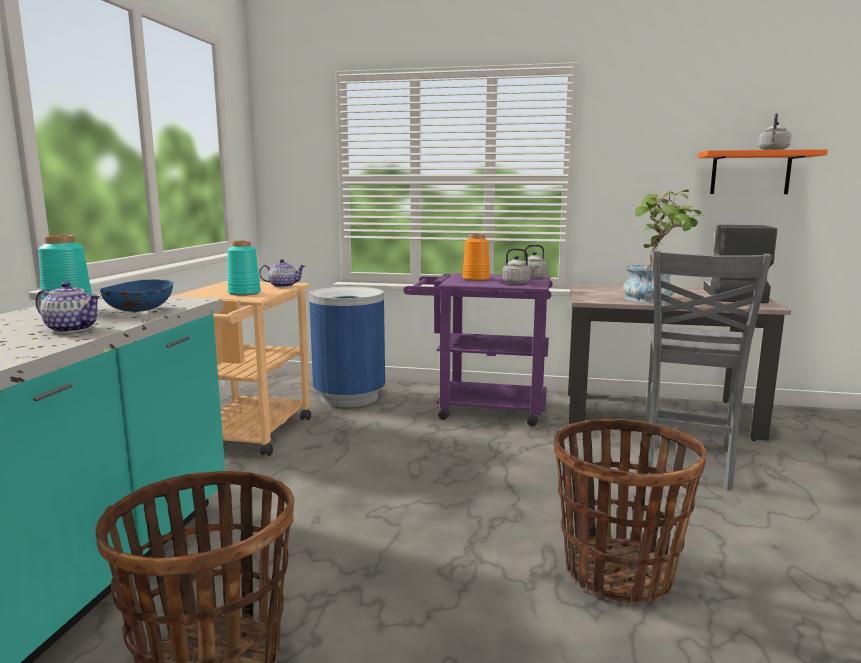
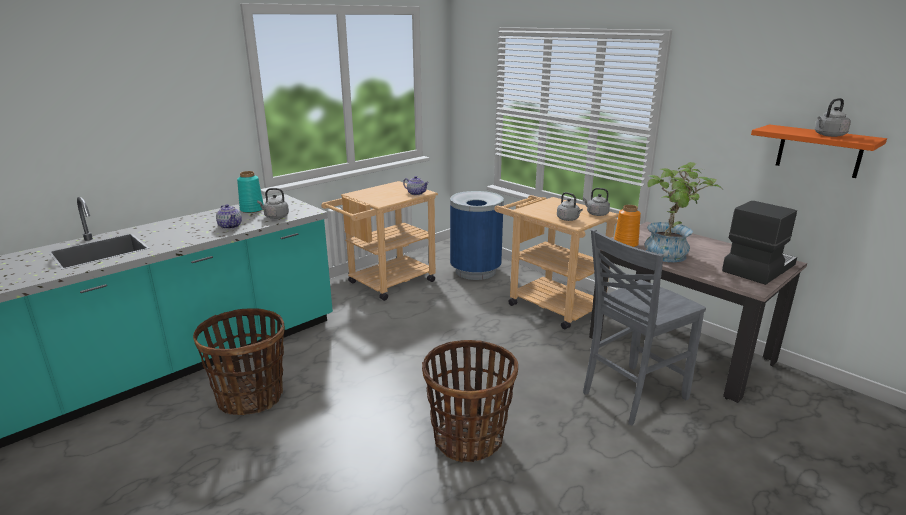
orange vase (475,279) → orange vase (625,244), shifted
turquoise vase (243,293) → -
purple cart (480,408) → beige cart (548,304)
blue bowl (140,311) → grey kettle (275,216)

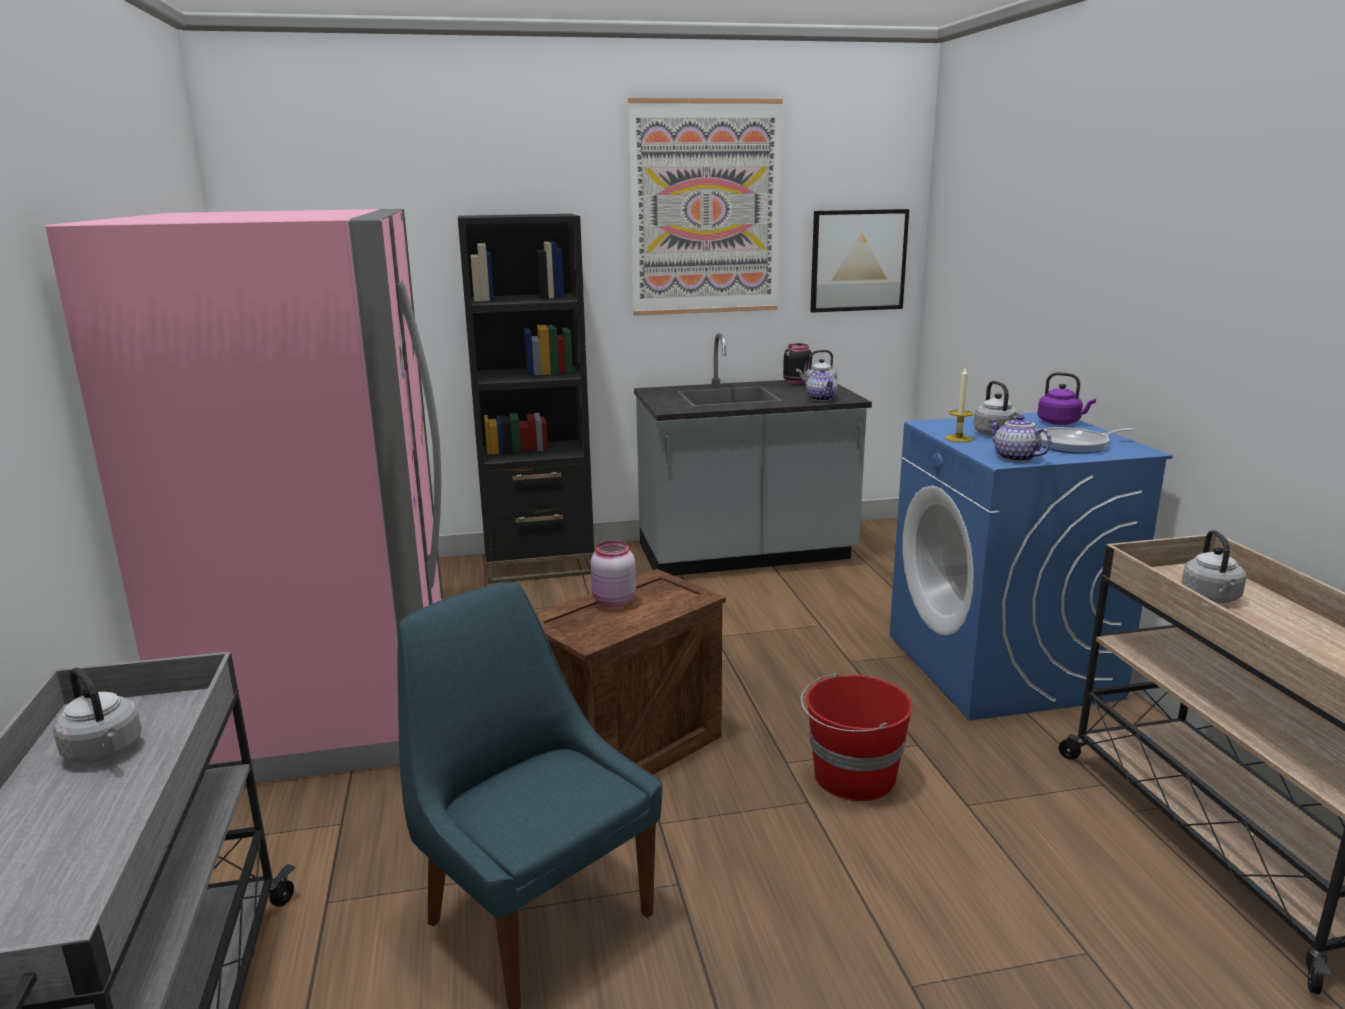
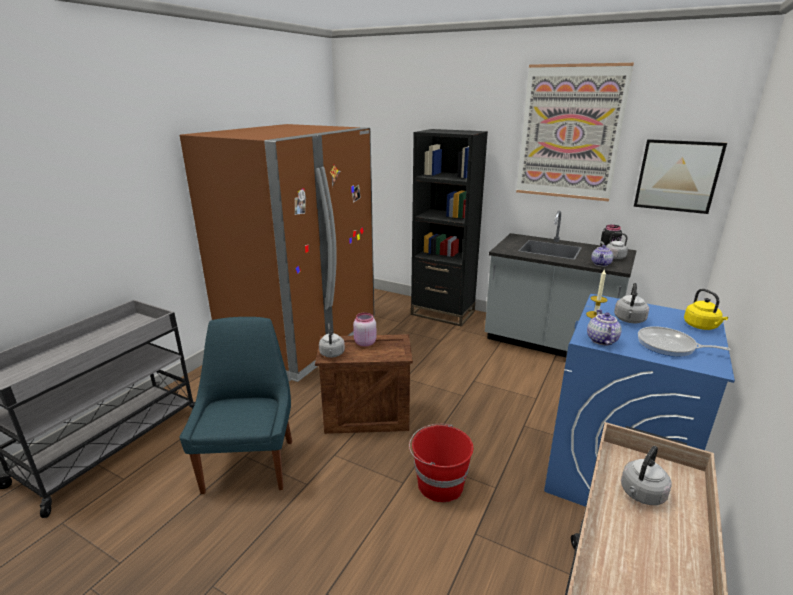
pink fridge (331,693) → brown fridge (302,340)
purple kettle (1061,422) → yellow kettle (701,326)
grey kettle (105,752) → grey kettle (332,354), shifted

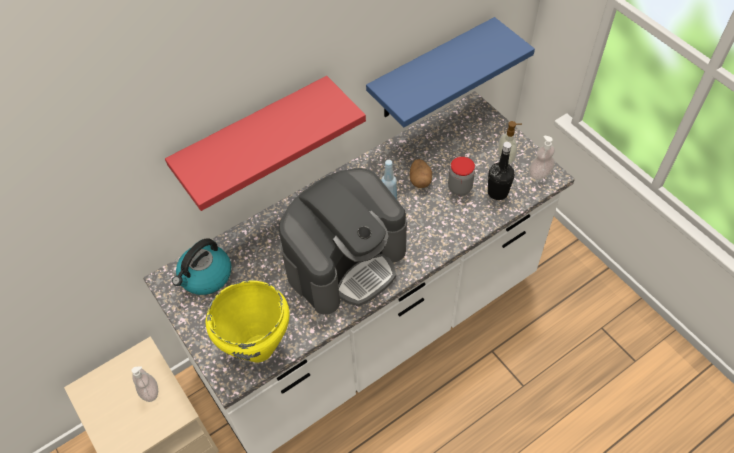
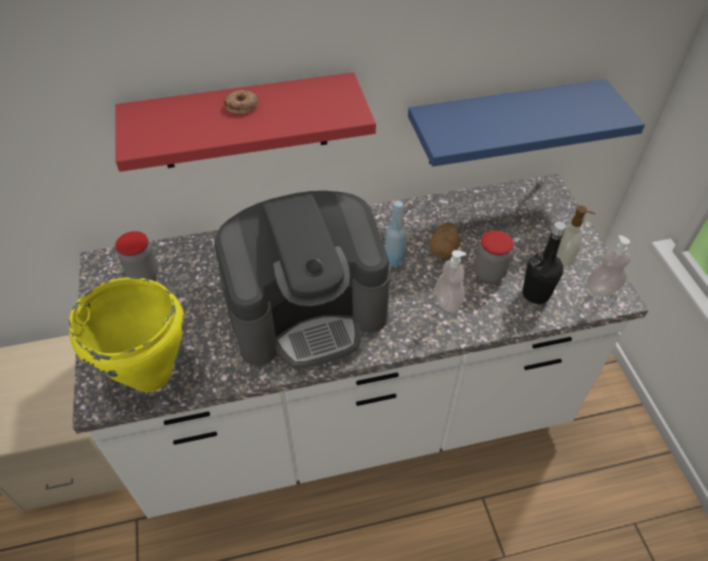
kettle (205,276) → jar (143,274)
soap dispenser (149,391) → soap dispenser (447,301), shifted
- → donut (242,105)

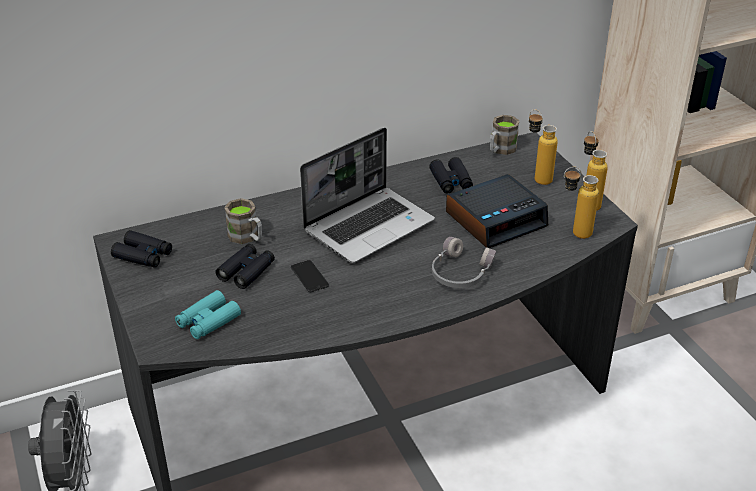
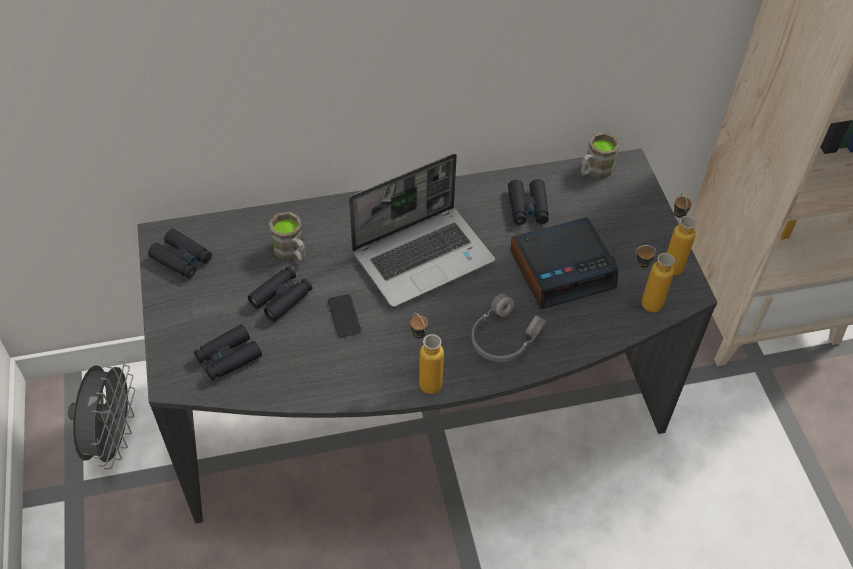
bottle (537,177) → bottle (425,378), shifted
turquoise binoculars (208,321) → black binoculars (228,357)

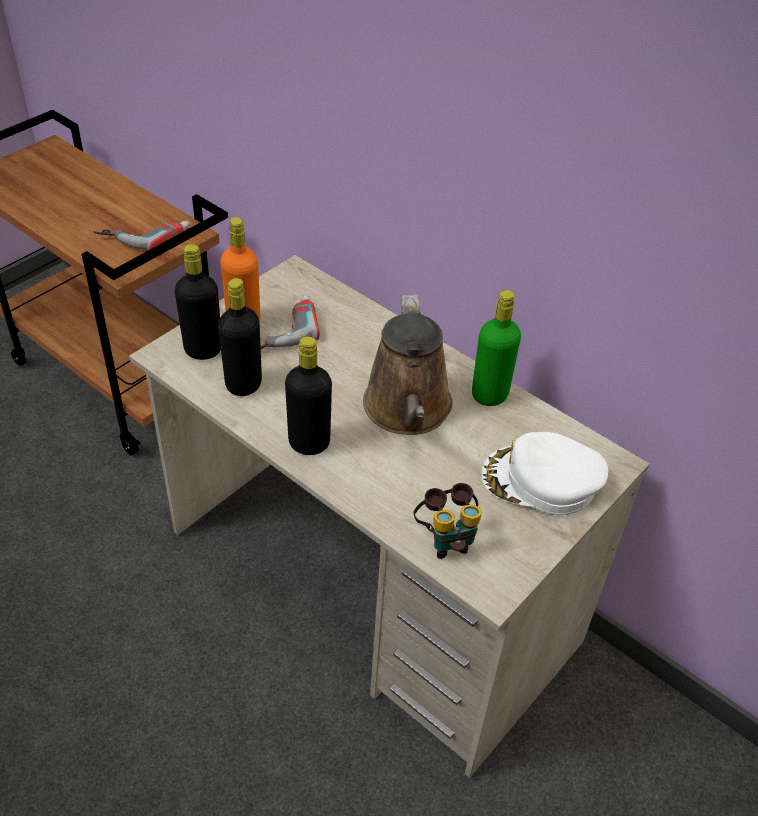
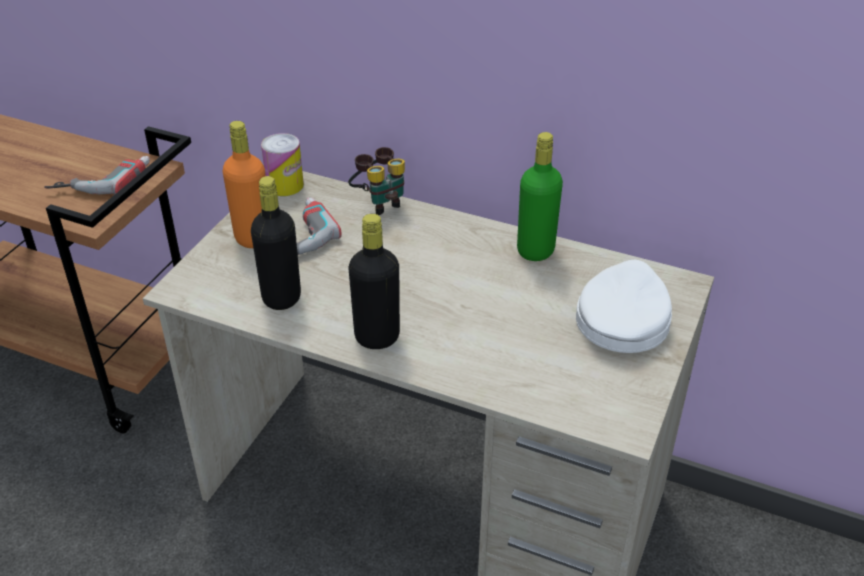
black bottle (203,350) → -
brown watering can (408,410) → -
white cap (541,481) → white cap (623,316), 120 degrees clockwise
binoculars (446,539) → binoculars (380,202), shifted
- → can (285,185)

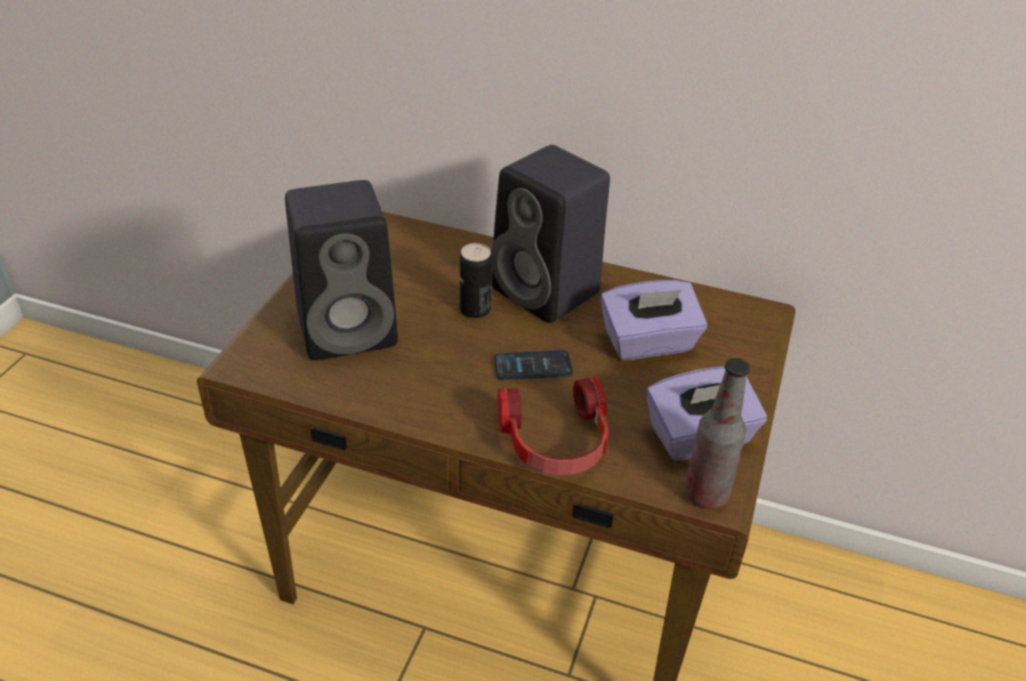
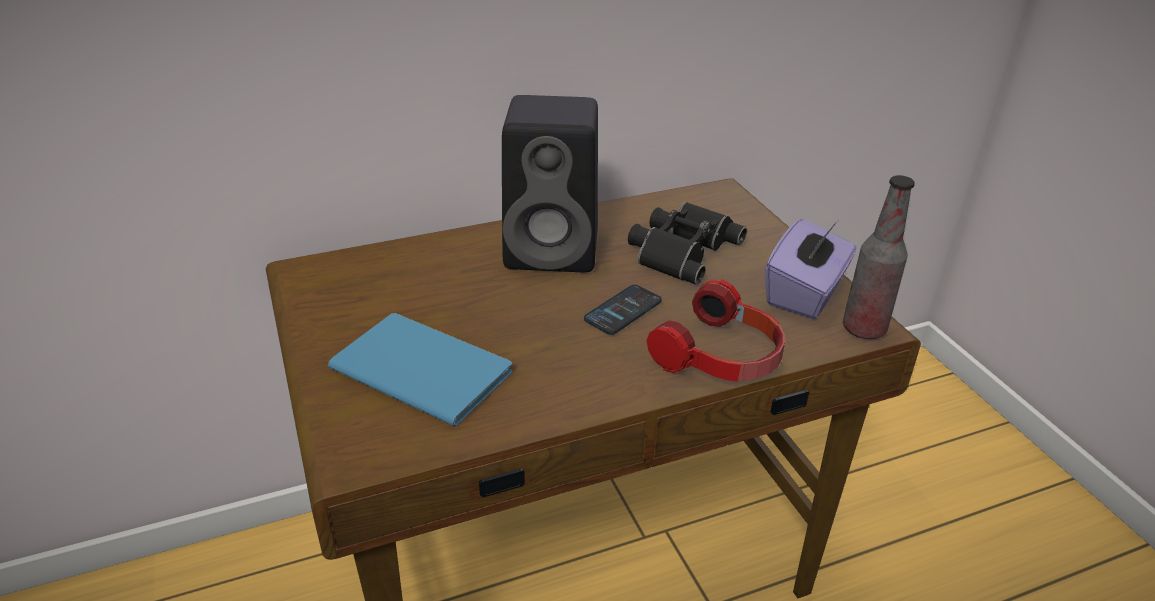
black speaker (350,328) → blue book (421,366)
can (475,310) → -
purple tissue box (648,343) → black binoculars (681,249)

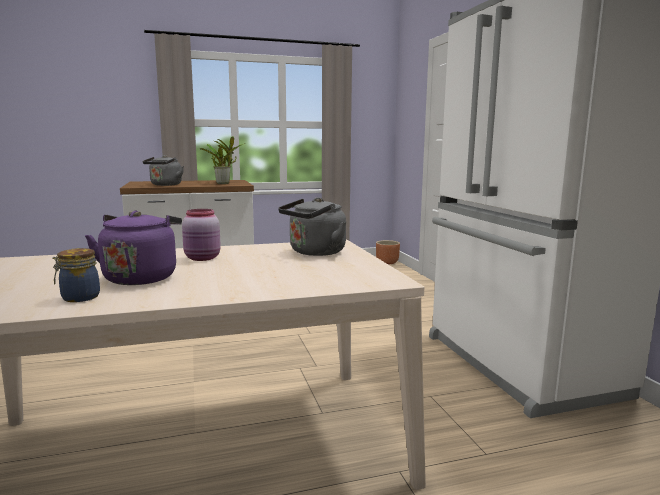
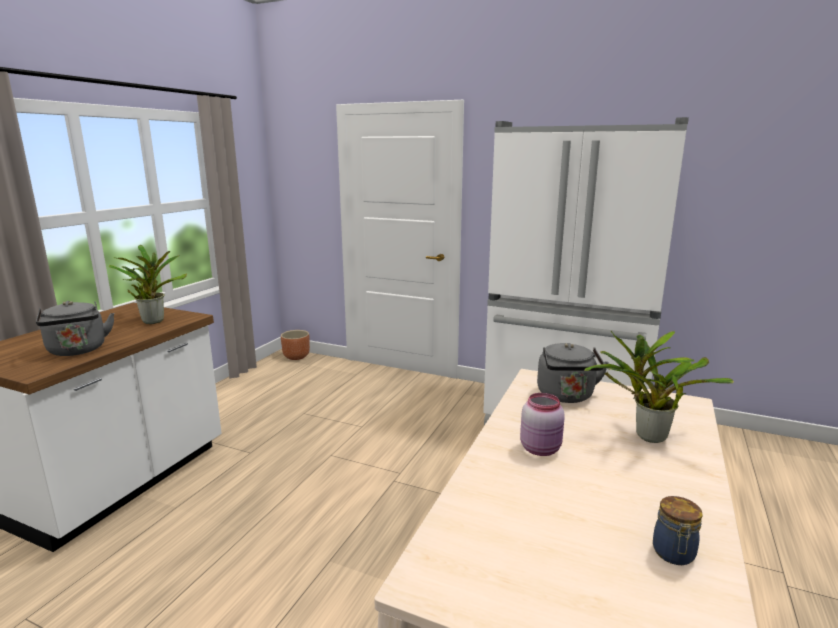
purple kettle (141,277) → -
- → potted plant (646,435)

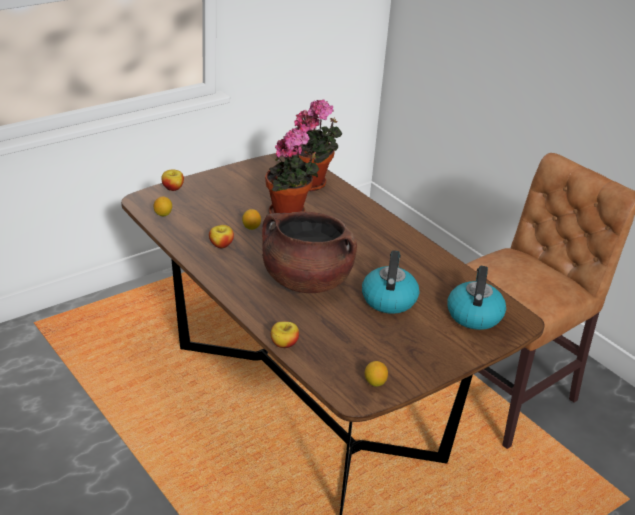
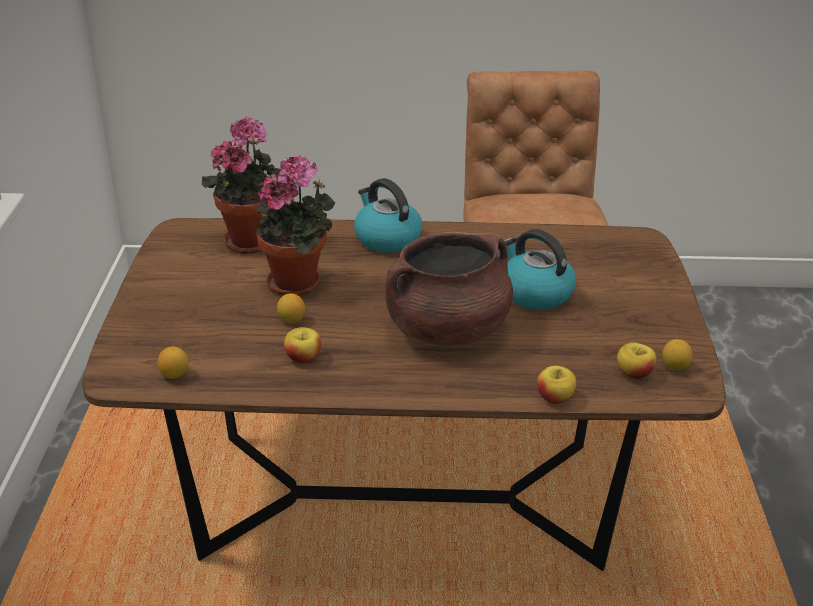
apple (172,188) → apple (634,373), shifted
kettle (474,315) → kettle (386,239), shifted

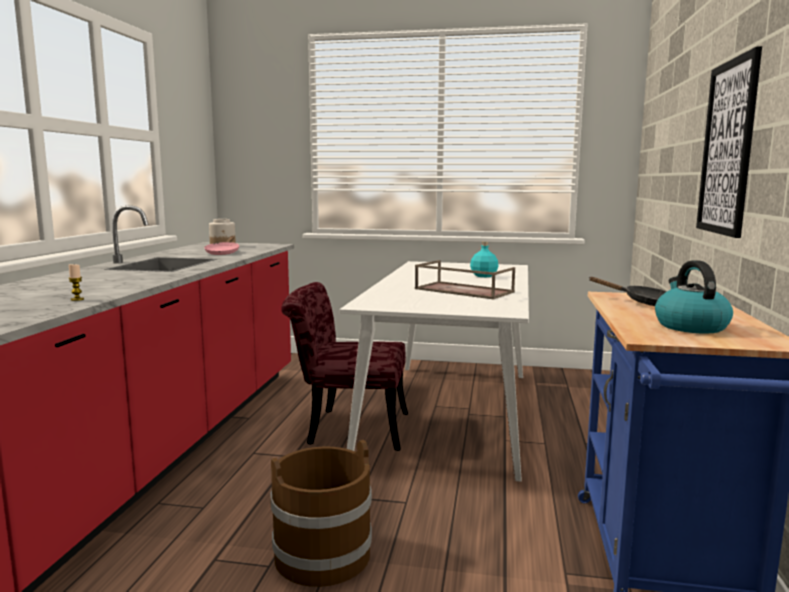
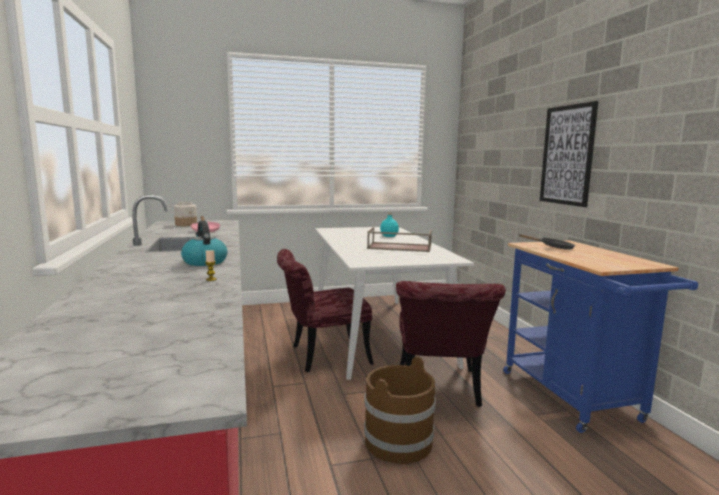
kettle (690,326) → kettle (204,262), shifted
- → red chair (439,391)

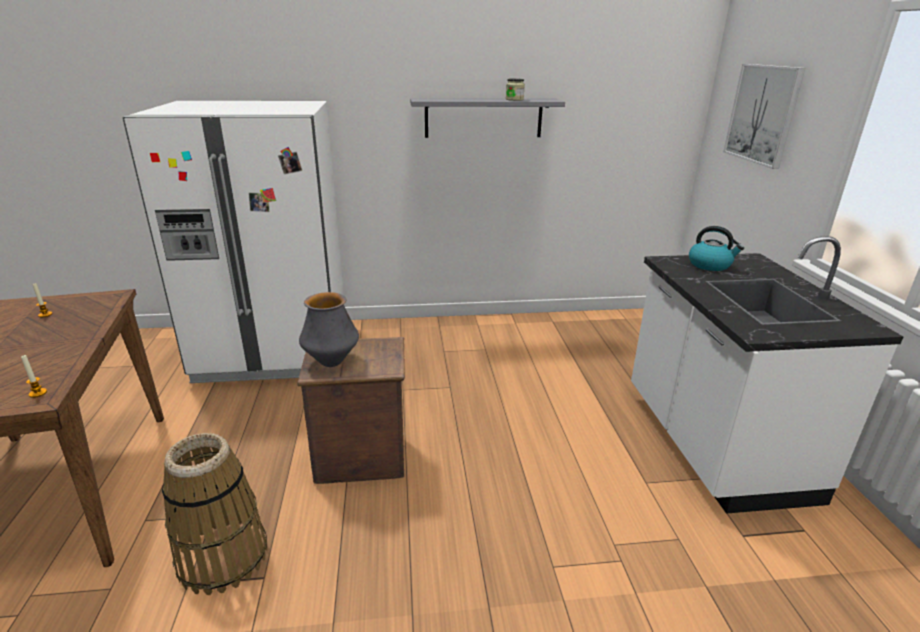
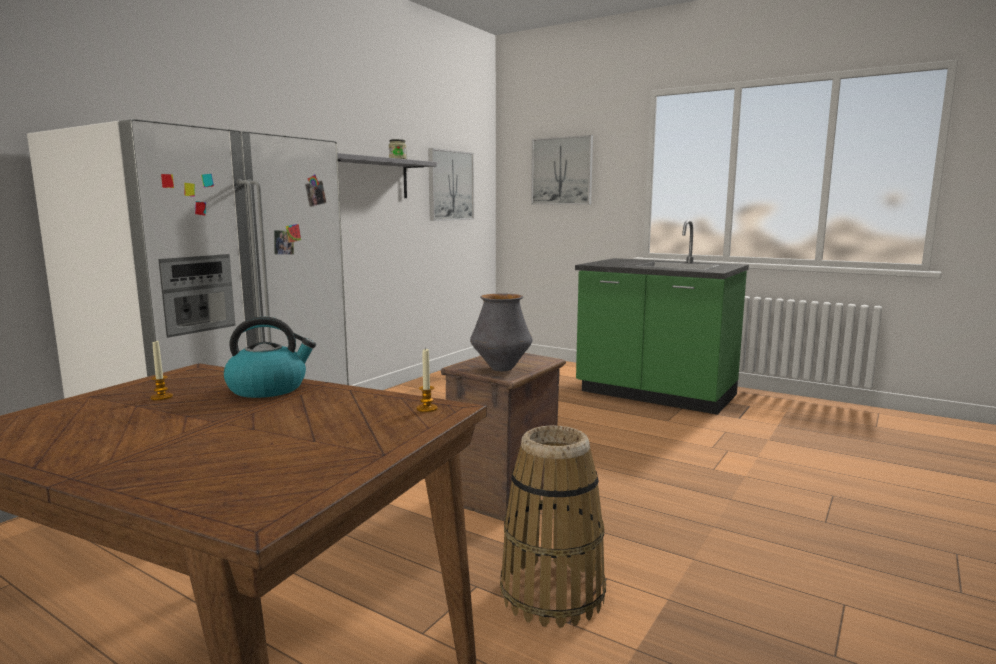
kettle (710,265) → kettle (268,388), shifted
white counter (713,444) → green counter (655,394)
- → picture (450,185)

